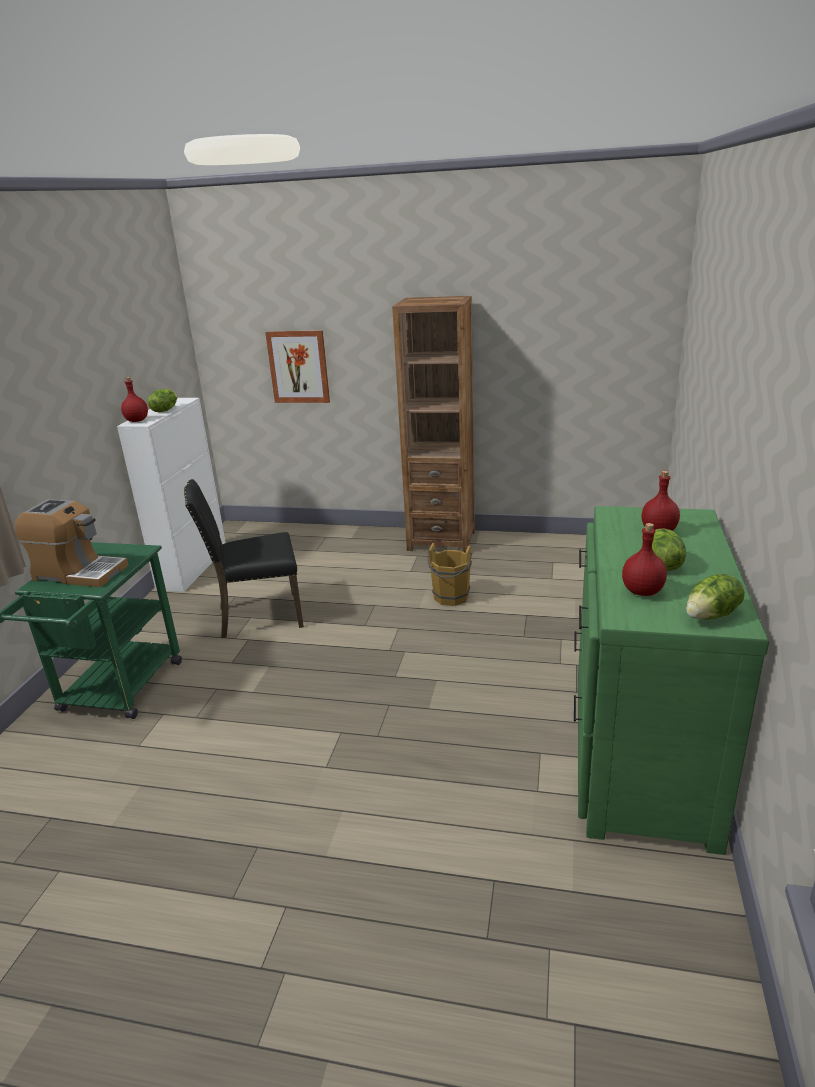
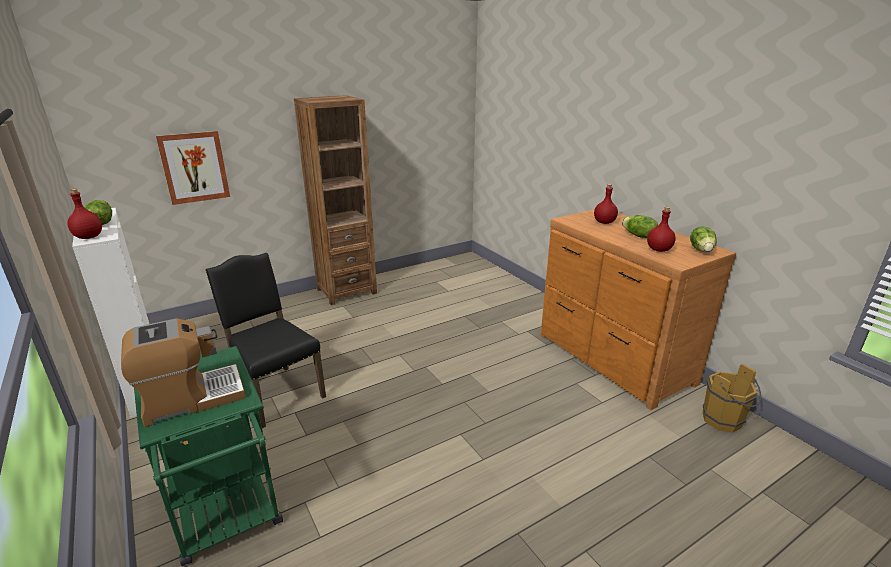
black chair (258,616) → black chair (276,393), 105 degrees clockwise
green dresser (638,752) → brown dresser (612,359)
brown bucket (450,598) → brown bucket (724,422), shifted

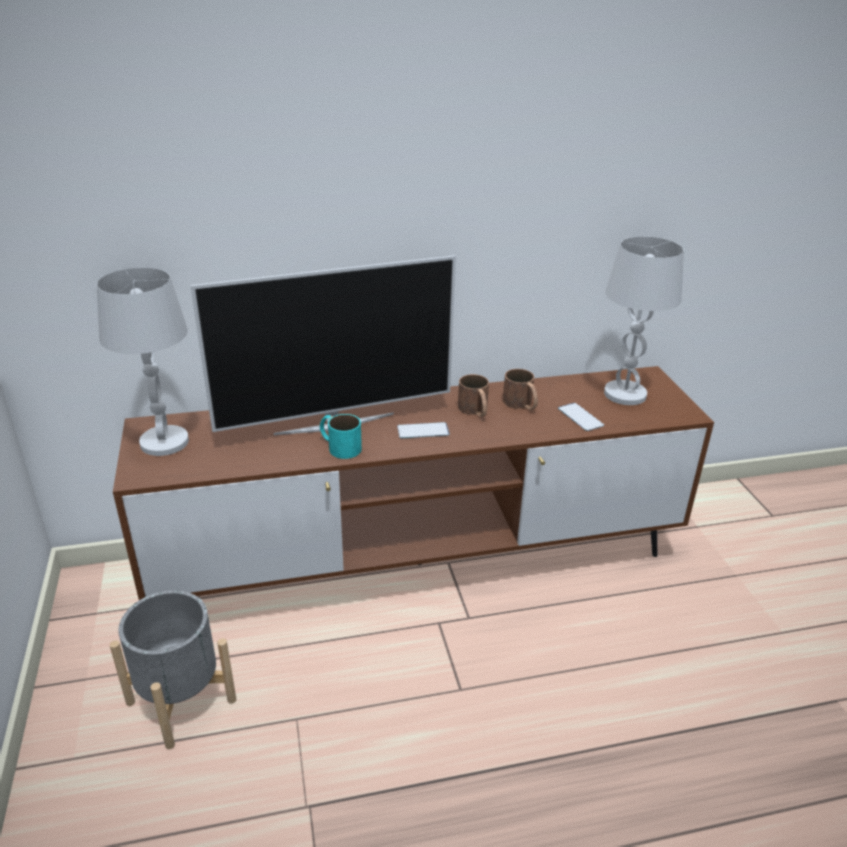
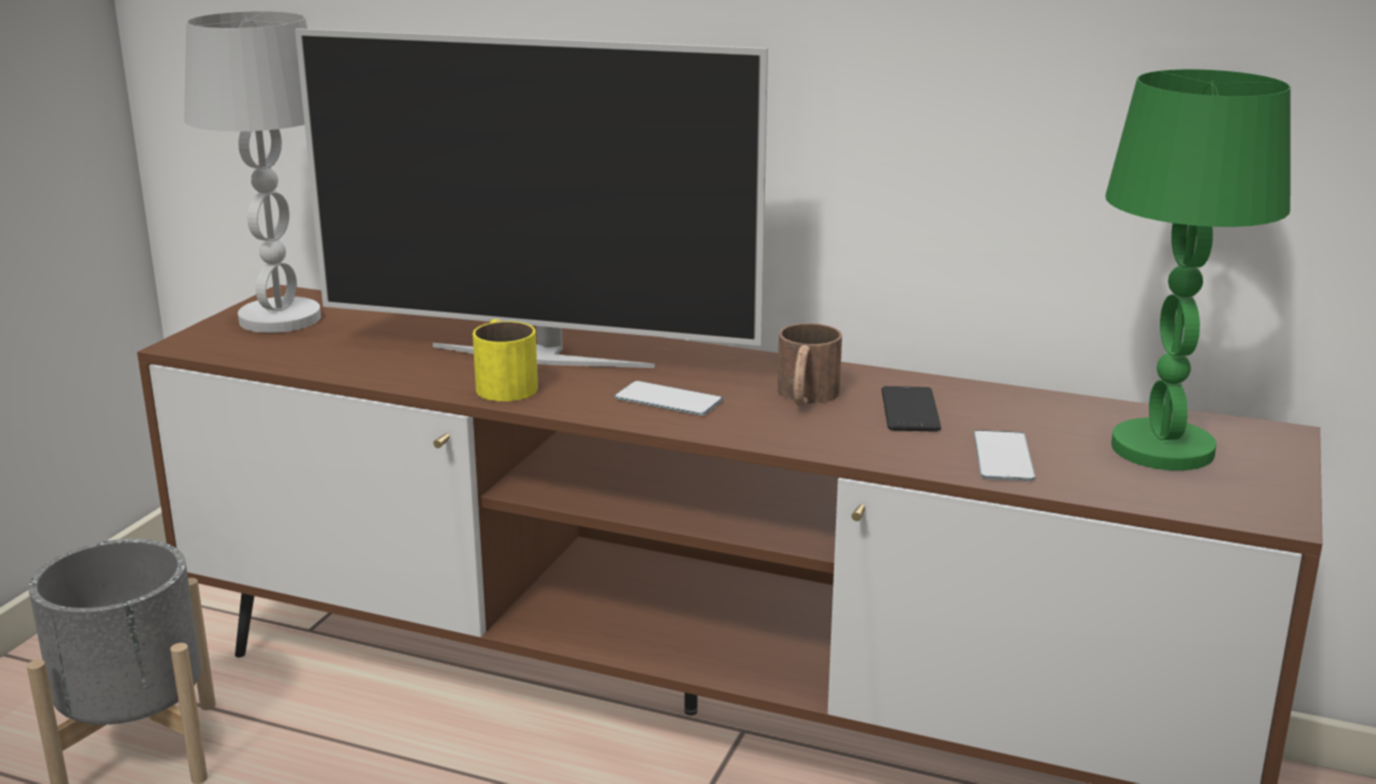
white table lamp (625,394) → green table lamp (1163,449)
brown mug (521,404) → phone (910,410)
turquoise mug (339,446) → yellow mug (503,383)

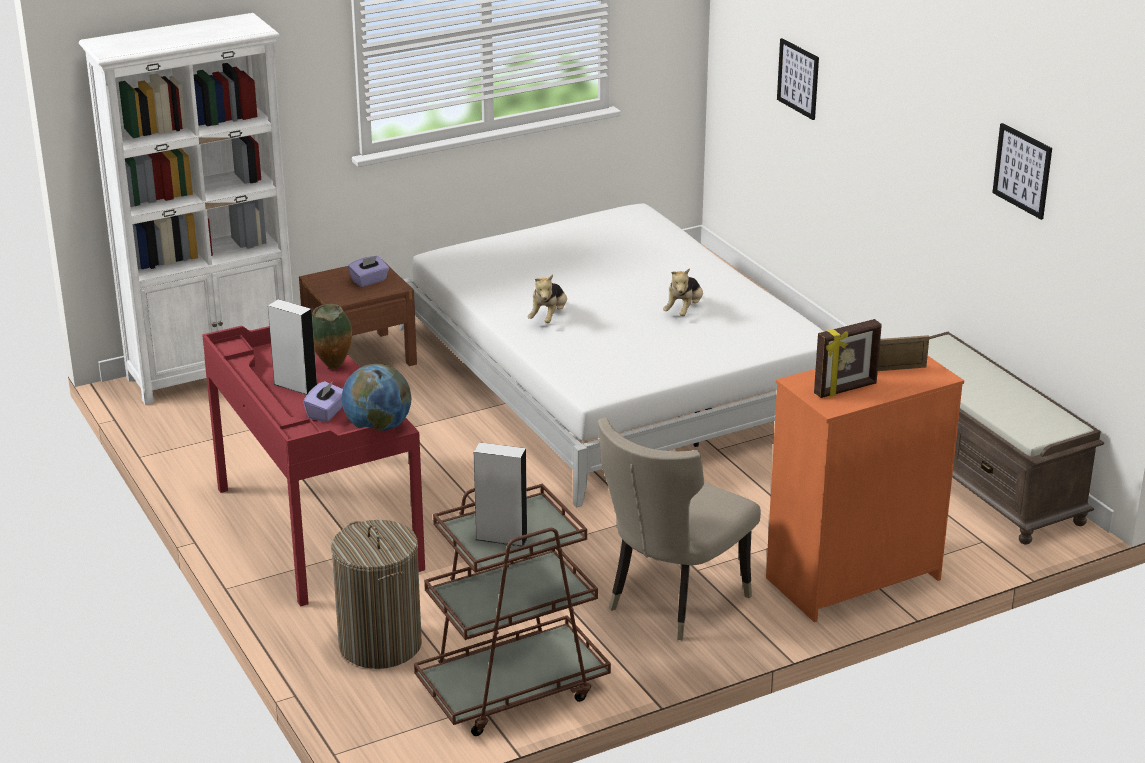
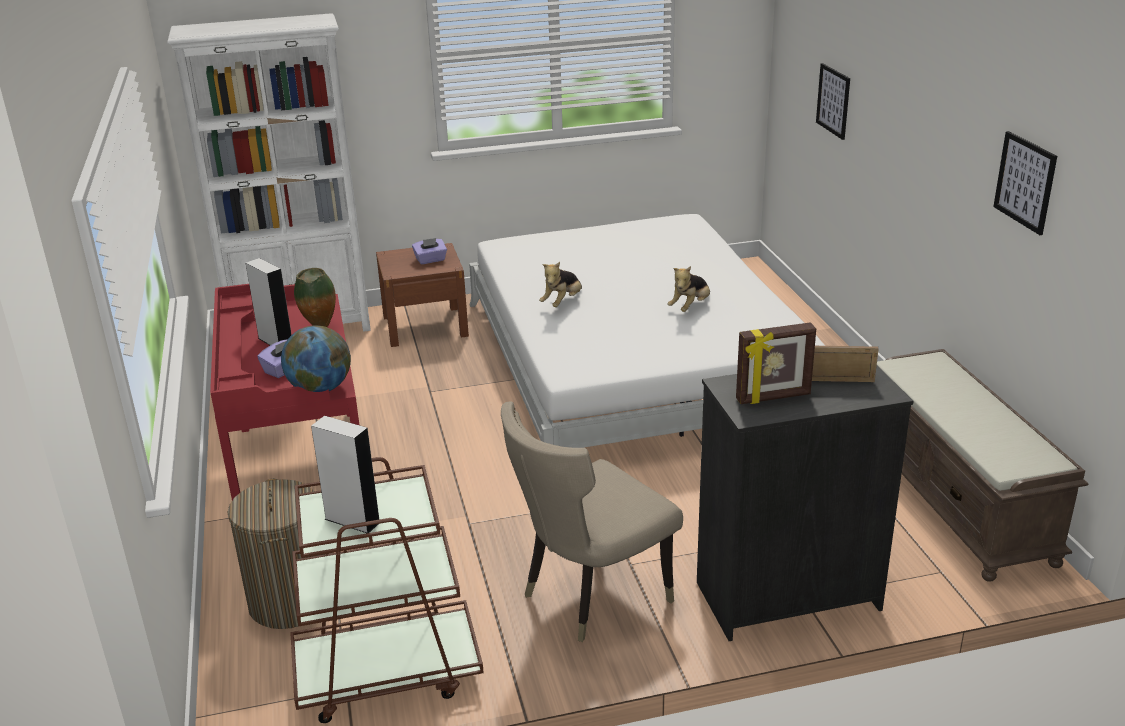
orange dresser (852,578) → black dresser (787,595)

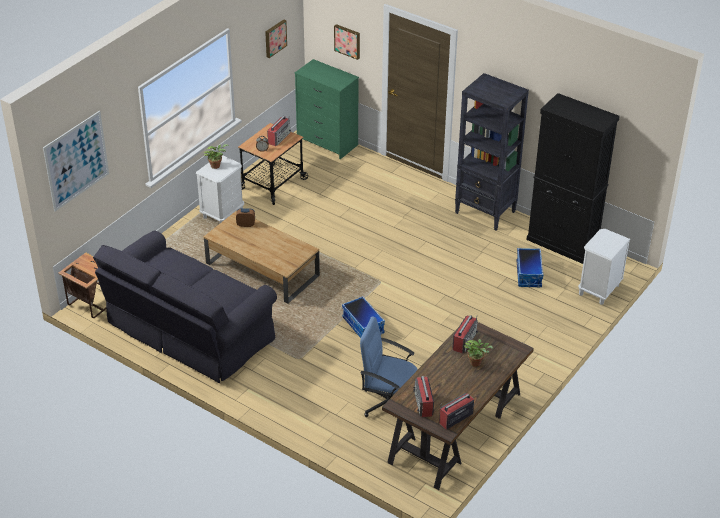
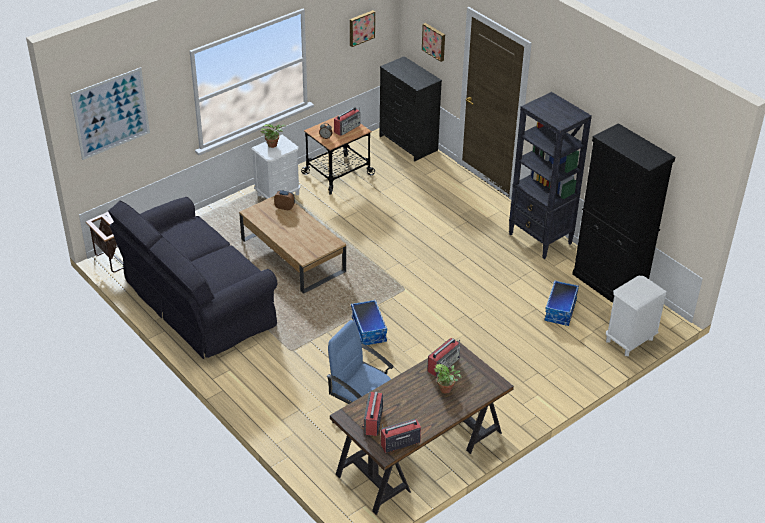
green dresser (327,143) → black dresser (408,143)

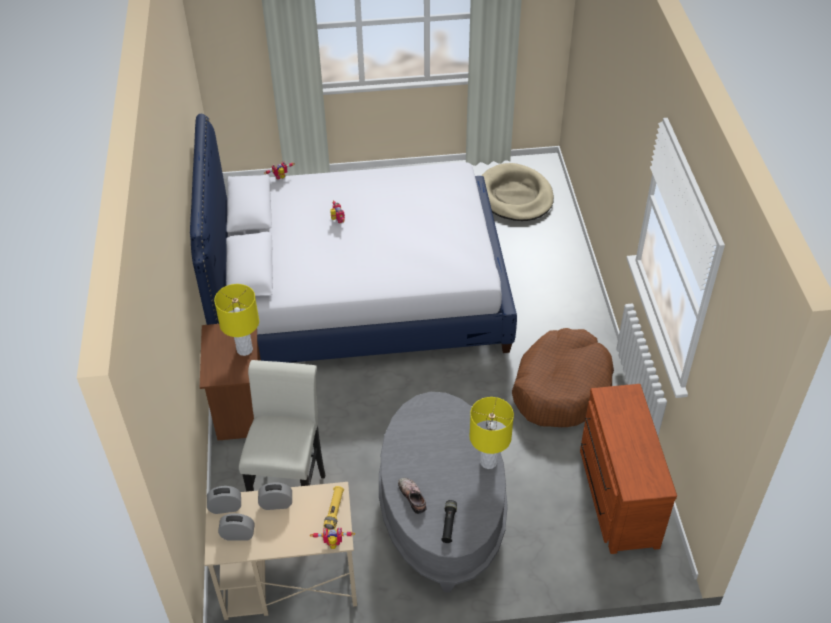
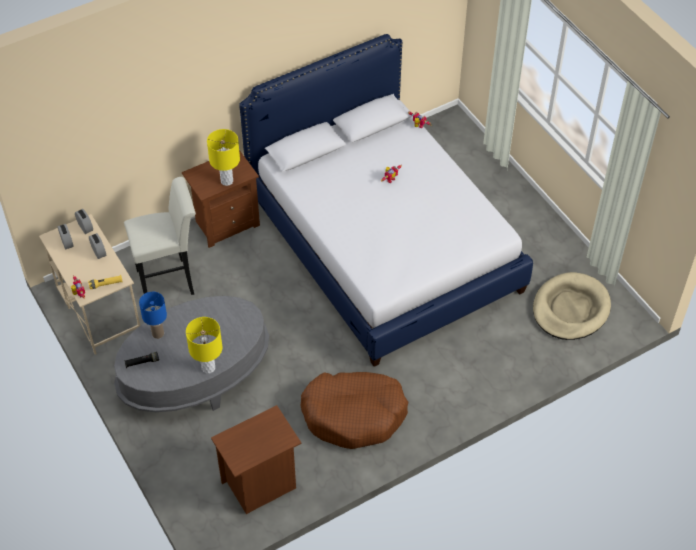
brown dresser (615,495) → brown nightstand (260,485)
shoe (413,496) → blue table lamp (157,333)

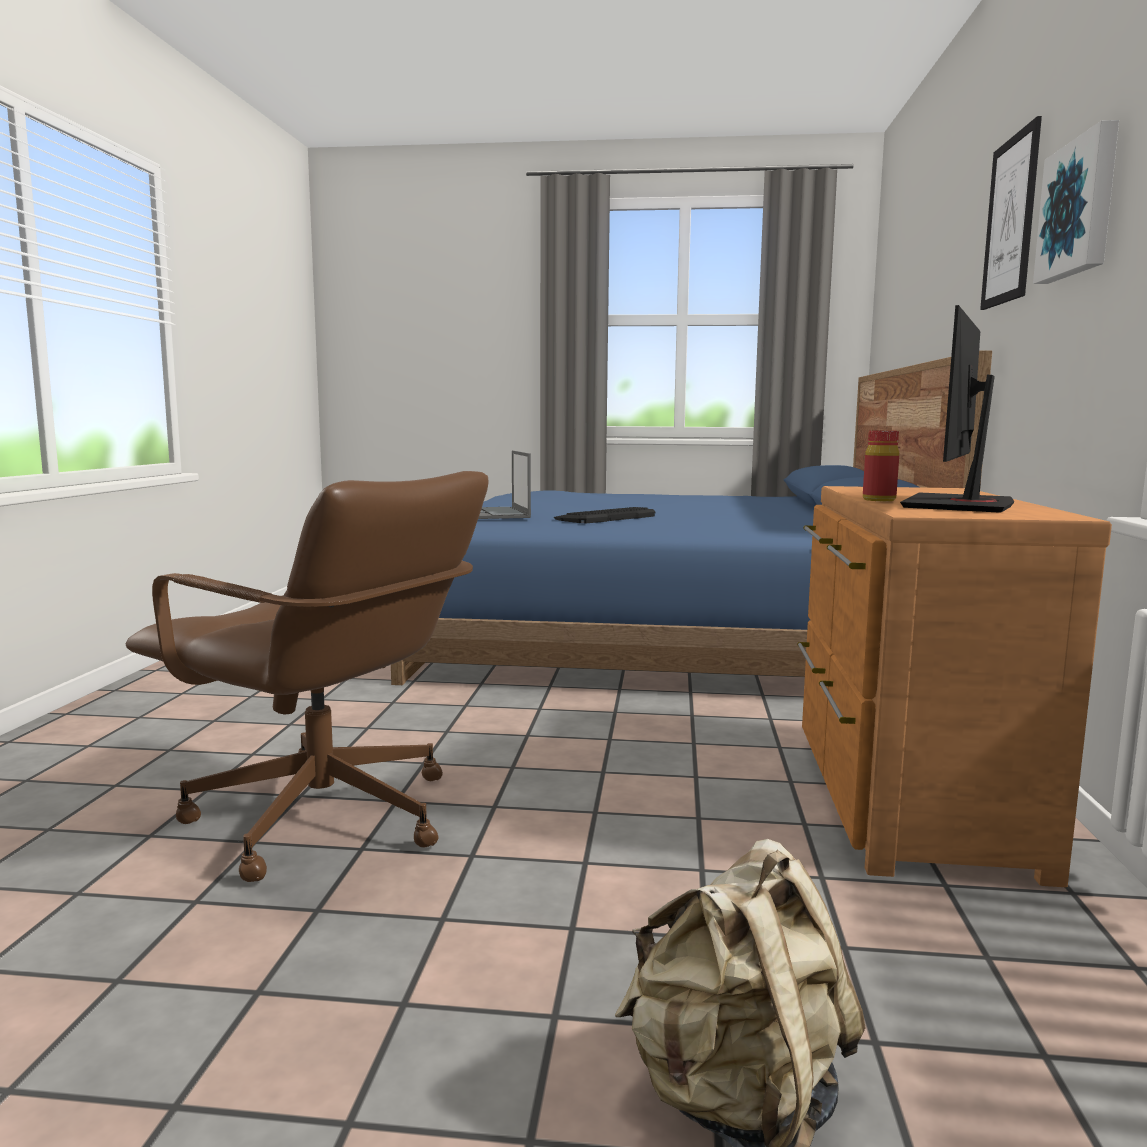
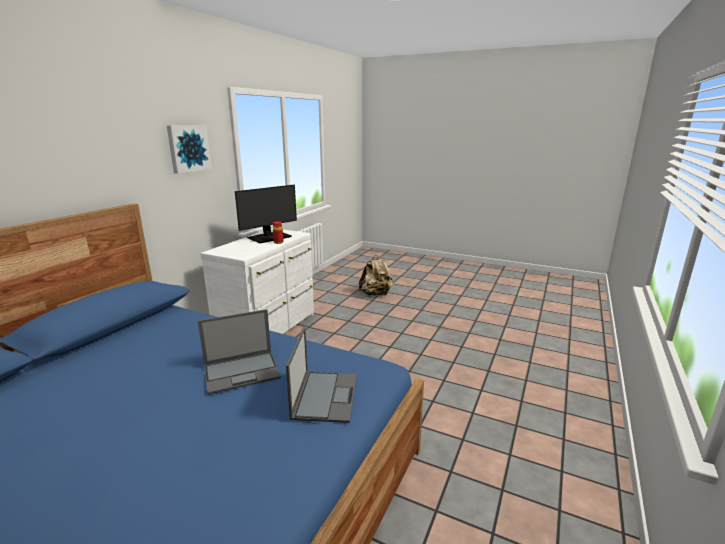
picture (1010,220) → -
brown office chair (324,819) → -
brown dresser (904,798) → white dresser (270,328)
keyboard (605,517) → laptop (242,371)

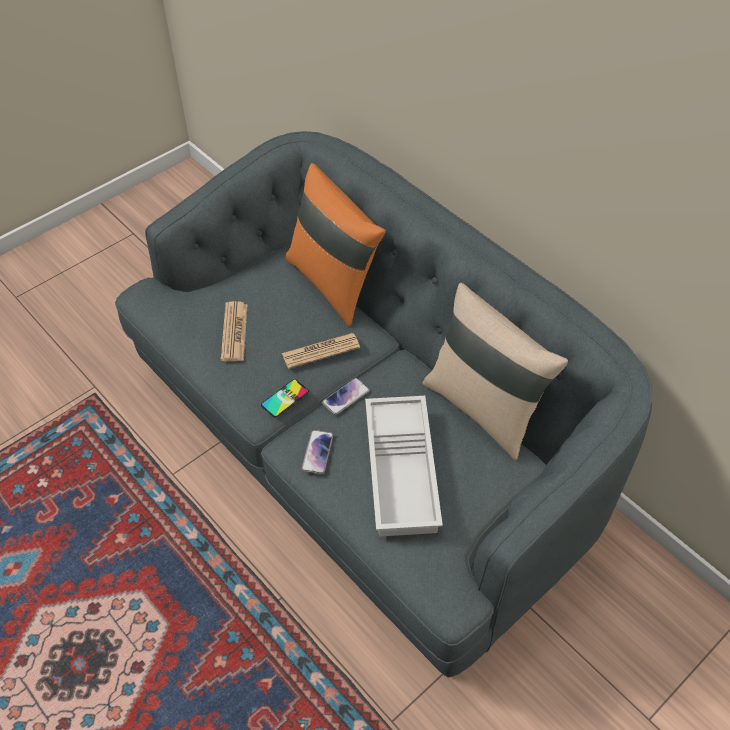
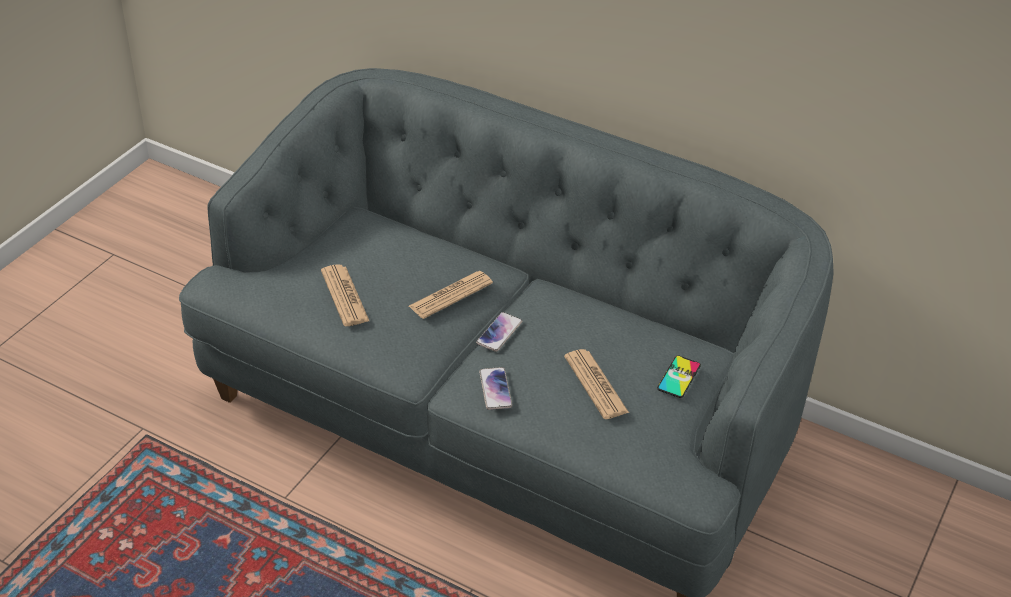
orange pillow (334,283) → -
beige pillow (483,408) → -
phone (285,398) → phone (678,377), shifted
white tray (403,471) → newspaper (596,385)

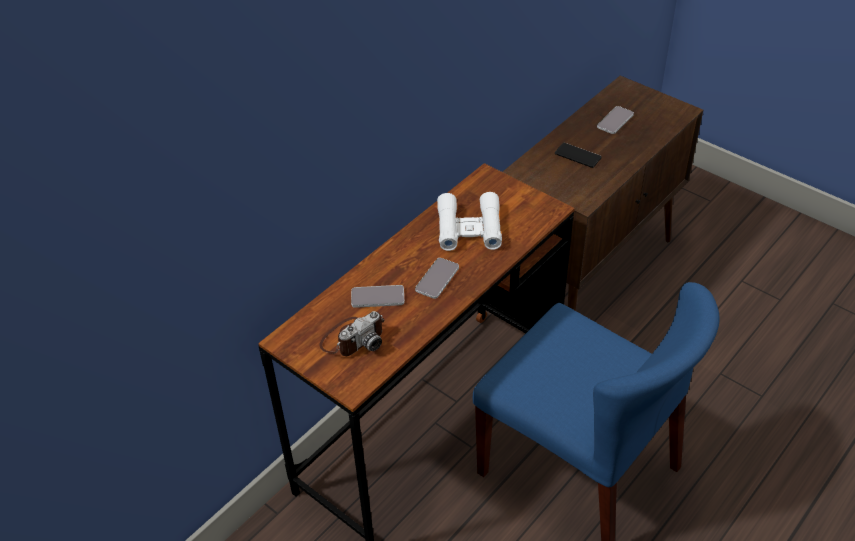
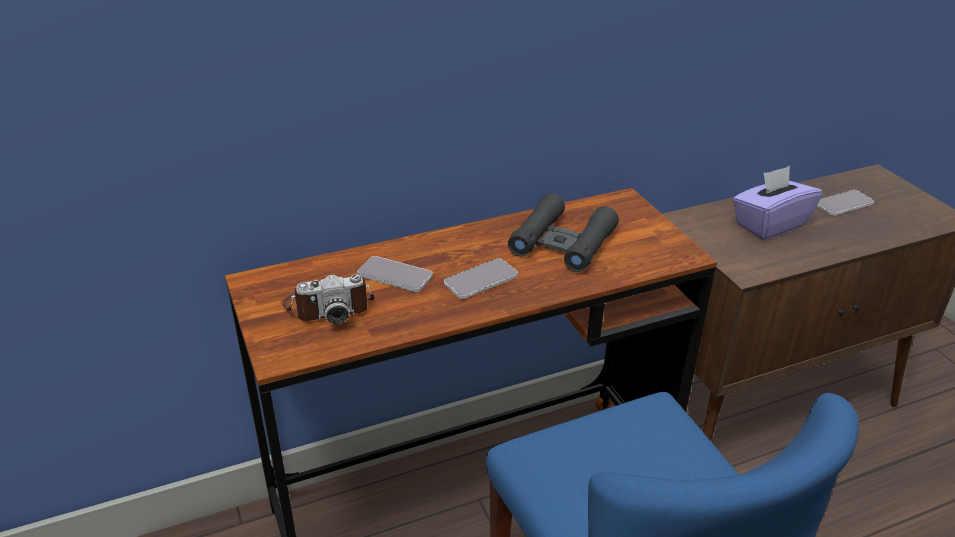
phone (577,156) → purple tissue box (769,224)
white binoculars (469,228) → black binoculars (562,242)

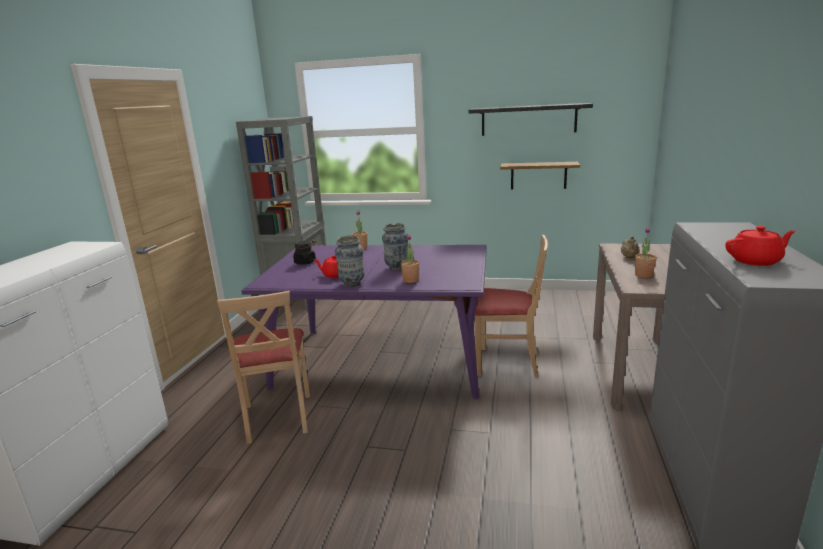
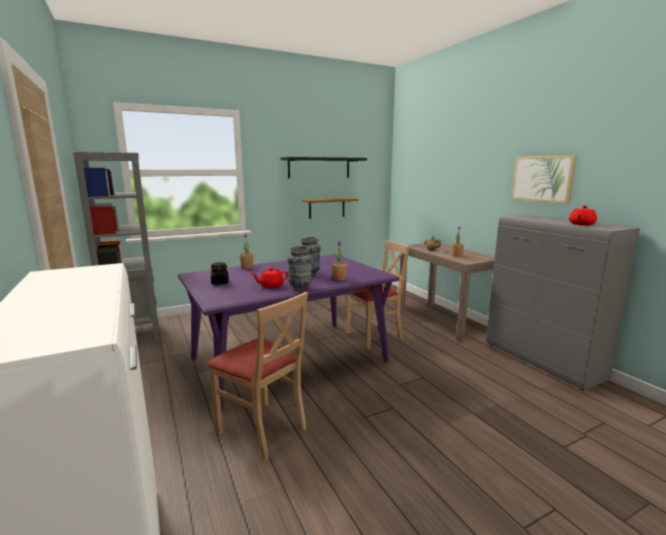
- → picture (542,179)

